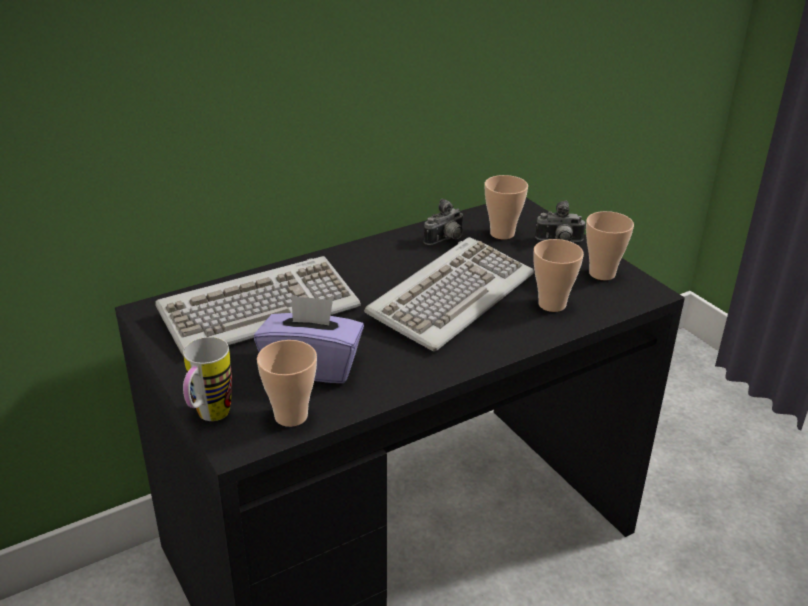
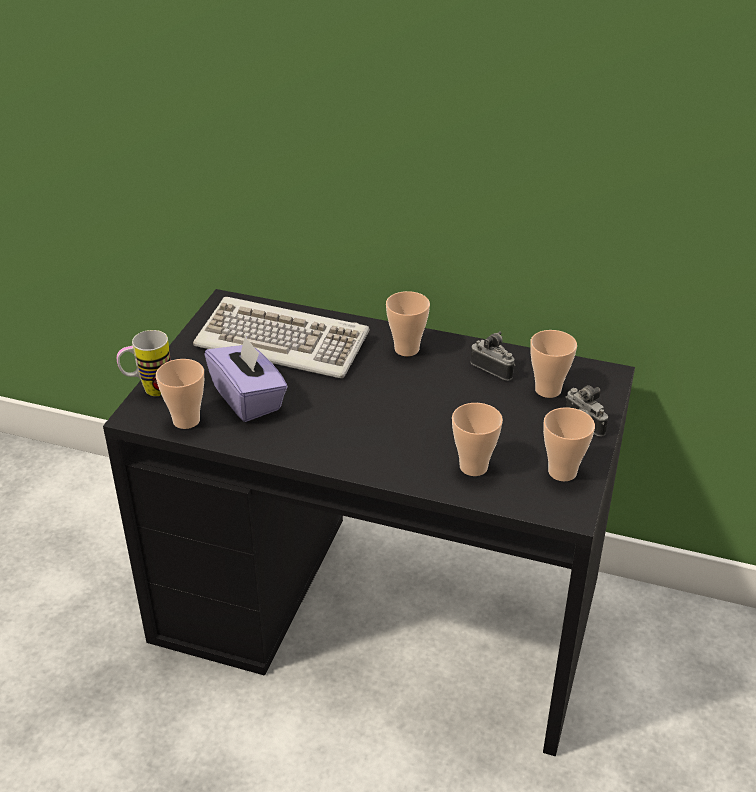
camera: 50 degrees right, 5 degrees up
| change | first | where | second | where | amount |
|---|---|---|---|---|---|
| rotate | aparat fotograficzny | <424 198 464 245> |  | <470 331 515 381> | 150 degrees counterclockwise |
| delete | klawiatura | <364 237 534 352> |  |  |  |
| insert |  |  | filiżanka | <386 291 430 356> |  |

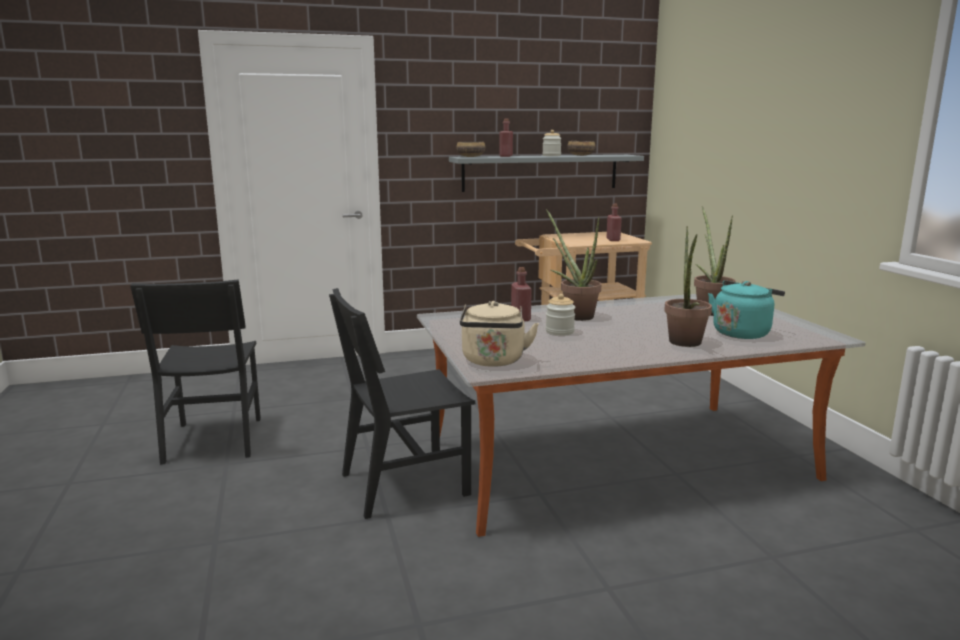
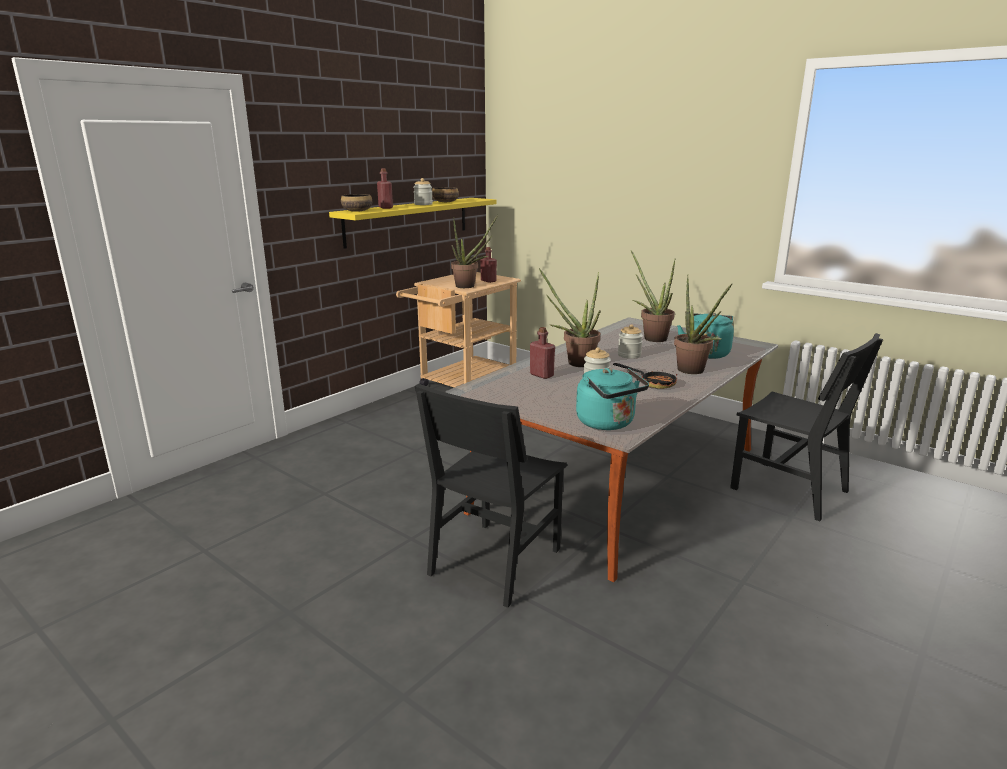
camera: 35 degrees left, 5 degrees up
| change | first | where | second | where | amount |
|---|---|---|---|---|---|
| recolor | półka [szary] | <449 155 644 192> | półka [żółty] | <329 198 496 249> |  |
| move | krzesło [czarny] | <130 279 261 465> |  | <730 333 883 521> |  |
| recolor | czajnik [beżowy] | <460 301 539 367> | czajnik [turkusowy] | <576 368 649 430> |  |
| insert |  |  | roślina doniczkowa | <451 215 498 288> |  |
| insert |  |  | słoik | <618 324 643 359> |  |
| insert |  |  | patelnia | <613 363 677 389> |  |

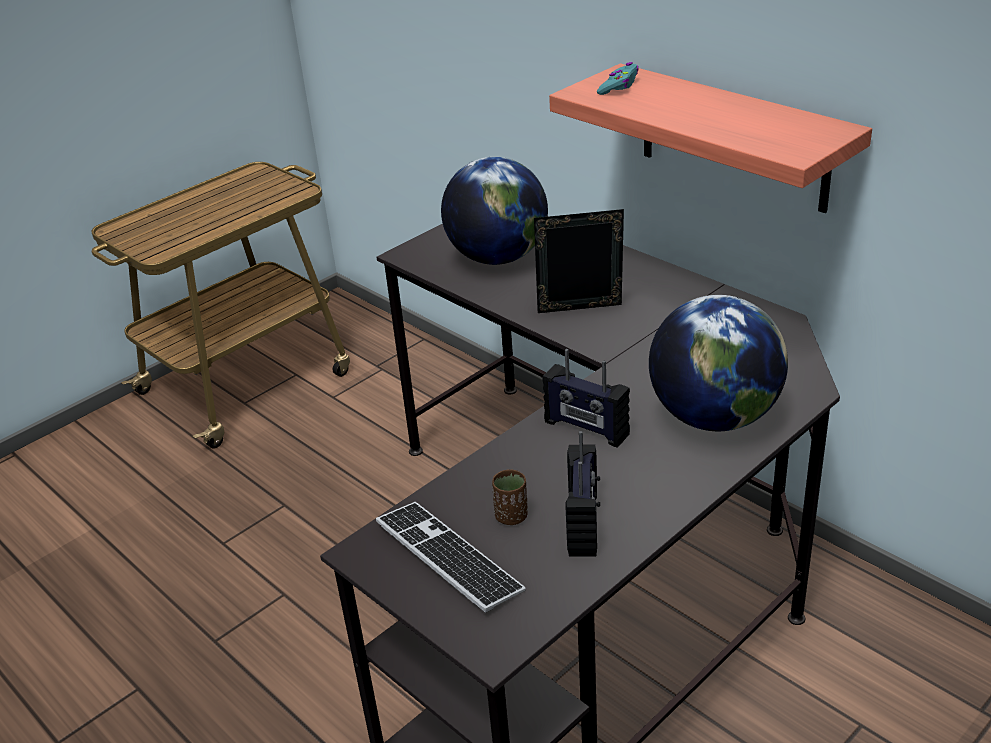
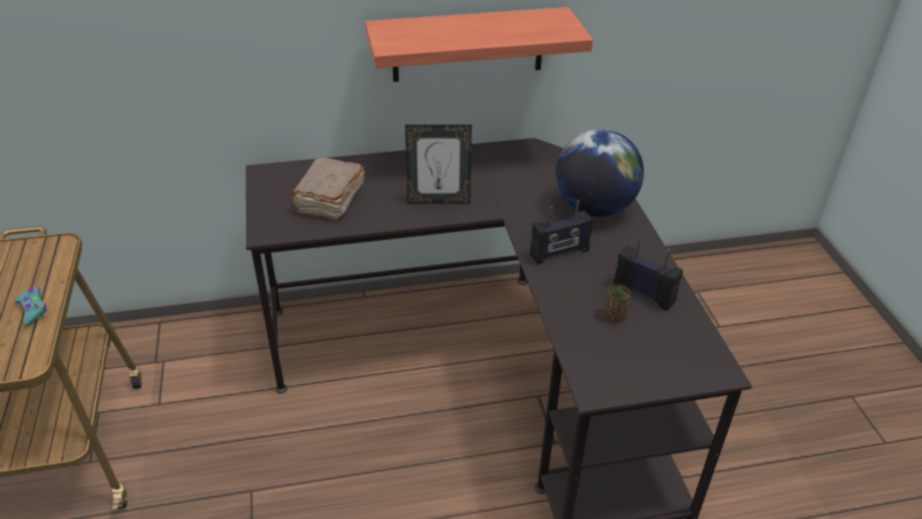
camera: 60 degrees left, 5 degrees up
| change | first | where | second | where | amount |
|---|---|---|---|---|---|
| move | pad do gier [turkusowy] | <597 62 639 95> |  | <14 287 47 326> |  |
| replace | globus | <441 157 548 265> | książka [brązowy] | <292 158 364 221> |  |
| rotate | ramka na zdjęcie | <534 209 624 313> |  | <405 125 472 204> | 120 degrees counterclockwise |
| delete | klawiatura | <376 502 526 613> |  |  |  |

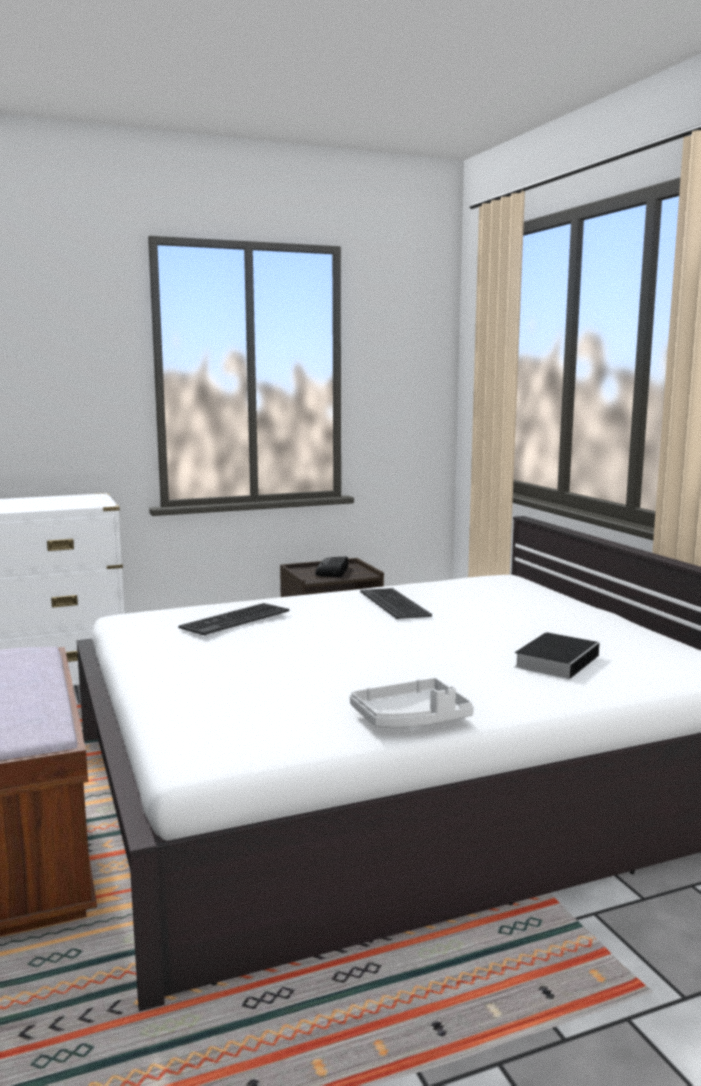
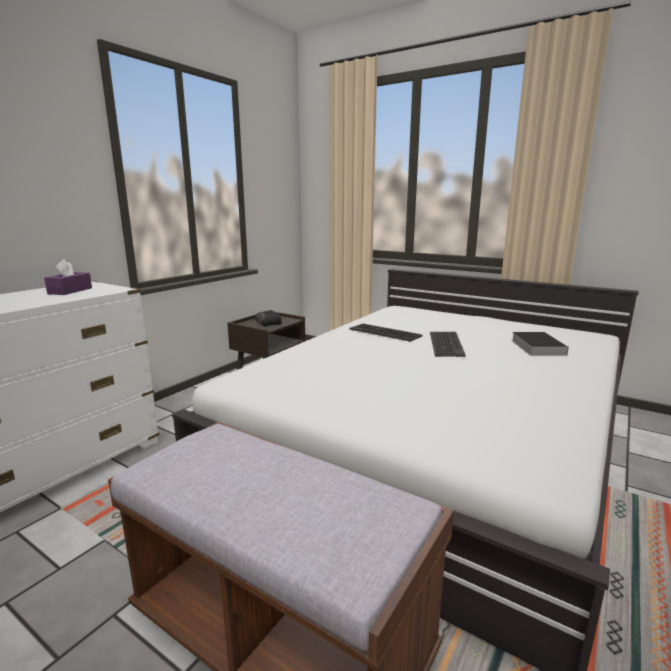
camera: 35 degrees left, 5 degrees up
| change | first | where | second | where | amount |
|---|---|---|---|---|---|
| move | klawiatura | <178 603 289 635> |  | <430 332 466 357> |  |
| delete | taca [szary] | <350 678 474 728> |  |  |  |
| insert |  |  | pudełko chusteczek [fioletowy] | <44 259 92 295> |  |

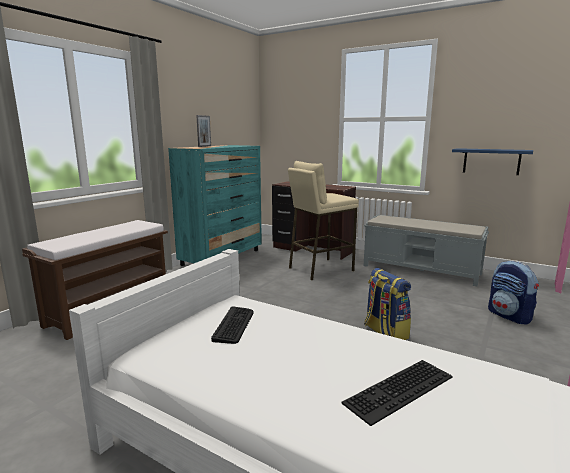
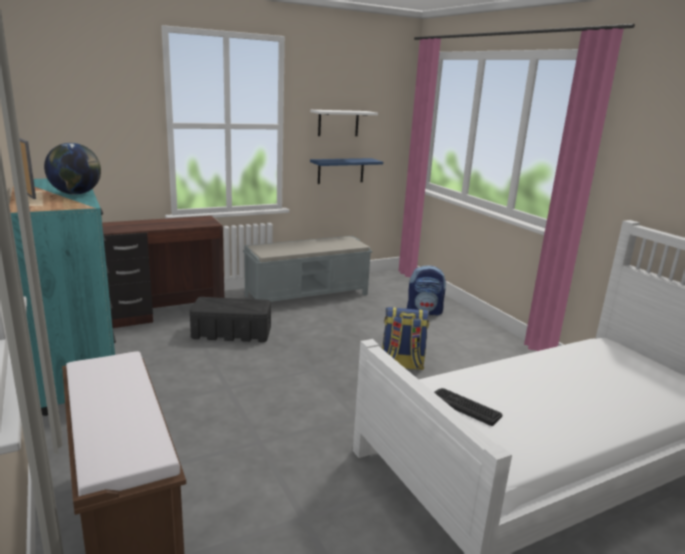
camera: 60 degrees left, 5 degrees up
| change | first | where | second | where | amount |
|---|---|---|---|---|---|
| replace | stołek [beżowy] | <288 161 359 281> | pojemnik do przechowywania [czarny] | <190 297 271 342> |  |
| delete | klawiatura | <341 360 453 426> |  |  |  |
| insert |  |  | półka [biały] | <310 110 378 136> |  |
| insert |  |  | globus | <44 143 101 195> |  |

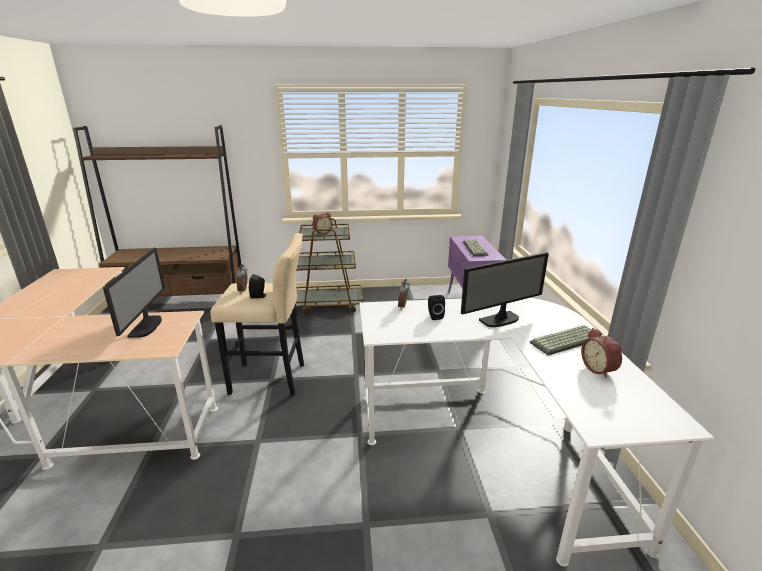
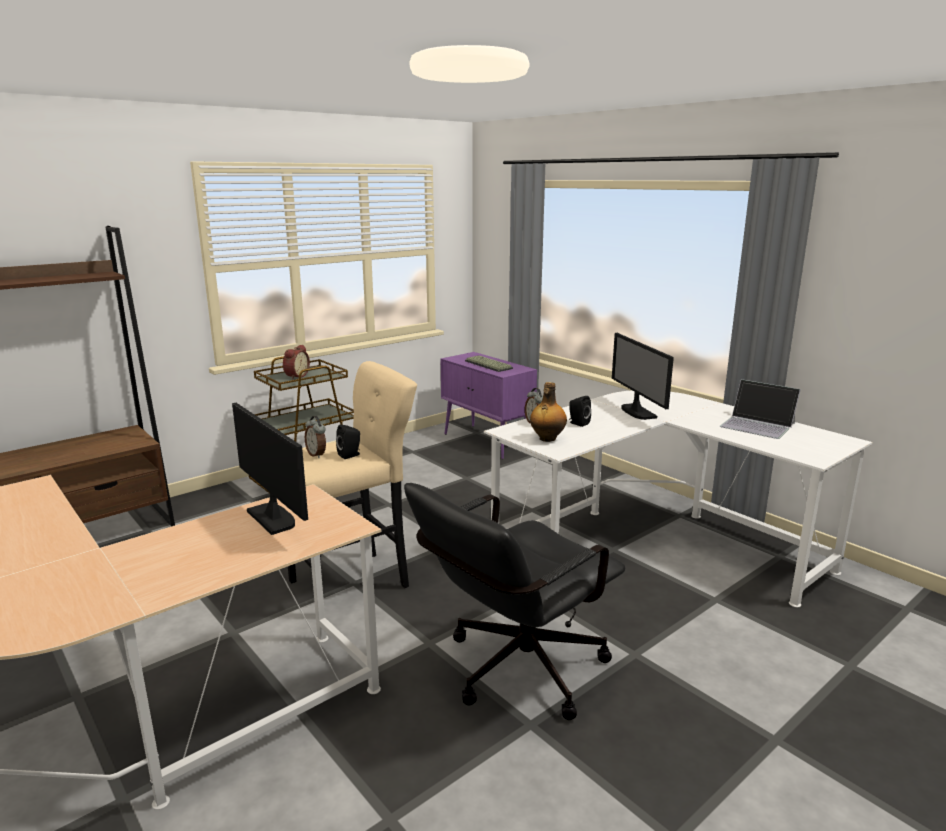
camera: 35 degrees left, 5 degrees down
| change | first | where | second | where | amount |
|---|---|---|---|---|---|
| rotate | monitor | <461 252 549 327> |  | <612 333 674 420> | 135 degrees clockwise |
| delete | klawiatura | <530 325 602 355> |  |  |  |
| replace | budzik | <581 328 622 378> | laptop | <719 379 801 439> |  |
| insert |  |  | butelka | <530 382 567 442> |  |
| insert |  |  | krzesło biurowe [czarny] | <404 483 625 720> |  |

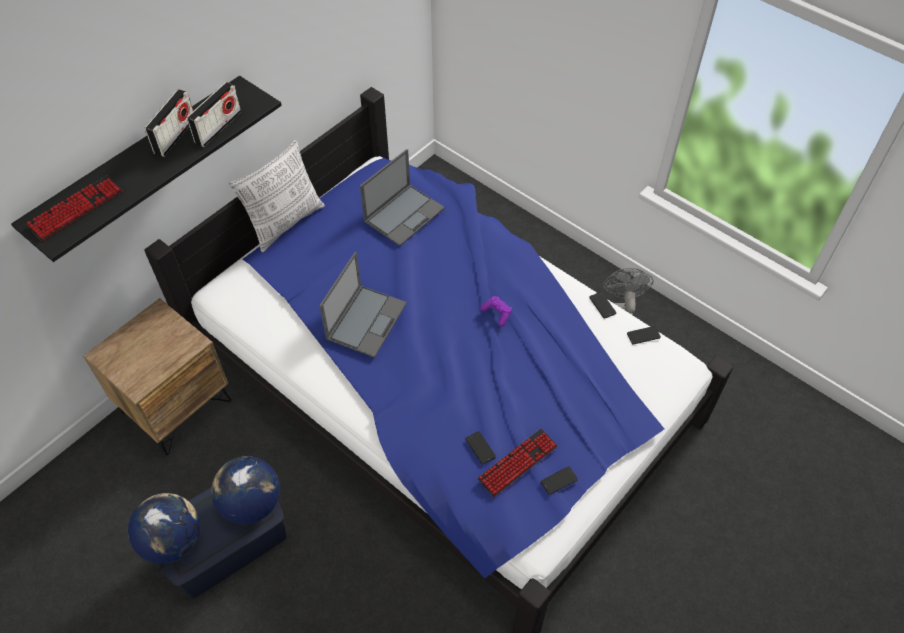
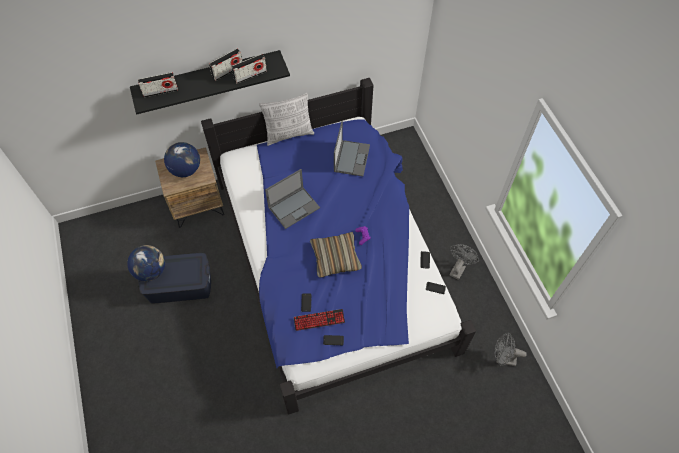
camera: 30 degrees right, 5 degrees up
| change | first | where | second | where | amount |
|---|---|---|---|---|---|
| rotate | laptop | <360 149 445 246> |  | <334 121 370 176> | 60 degrees counterclockwise |
| replace | klawiatura | <26 176 123 241> | radio | <138 72 178 98> |  |
| move | globus | <211 456 280 524> |  | <164 142 200 177> |  |
| insert |  |  | poduszka | <310 232 362 278> |  |
| insert |  |  | wentylator [szary] | <495 332 527 366> |  |

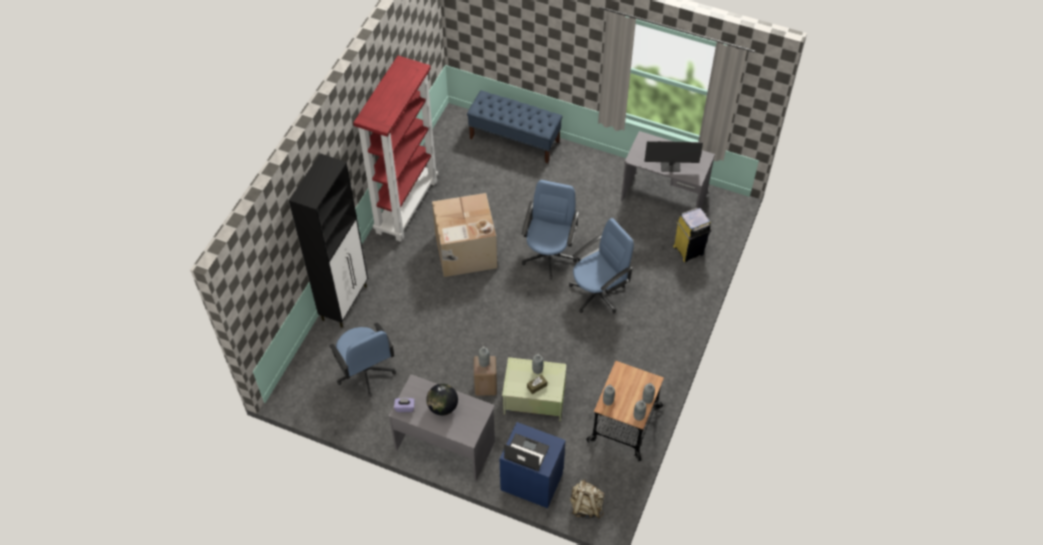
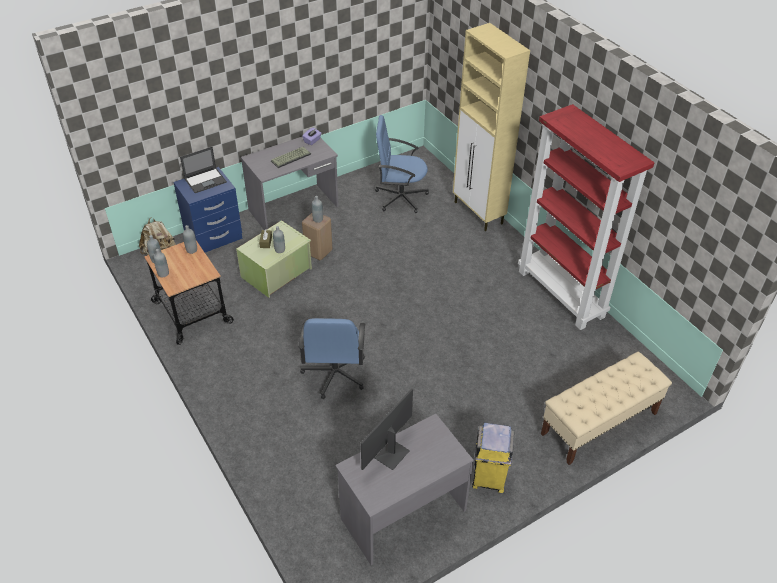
camera: 125 degrees right, 10 degrees down
| change | first | where | second | where | amount |
|---|---|---|---|---|---|
| recolor | ławka [niebieski] | <467 90 563 163> | ławka [beżowy] | <541 352 672 465> |  |
| recolor | szafka [czarny] | <289 153 368 328> | szafka [beżowy] | <453 23 530 231> |  |
| delete | krzesło biurowe [niebieski] | <521 180 579 279> |  |  |  |
| delete | karton | <432 193 497 277> |  |  |  |
| move | kosz na śmieci [żółty] | <673 207 711 262> |  | <472 423 514 493> |  |
| replace | globus | <426 384 458 416> | klawiatura | <271 147 311 168> |  |

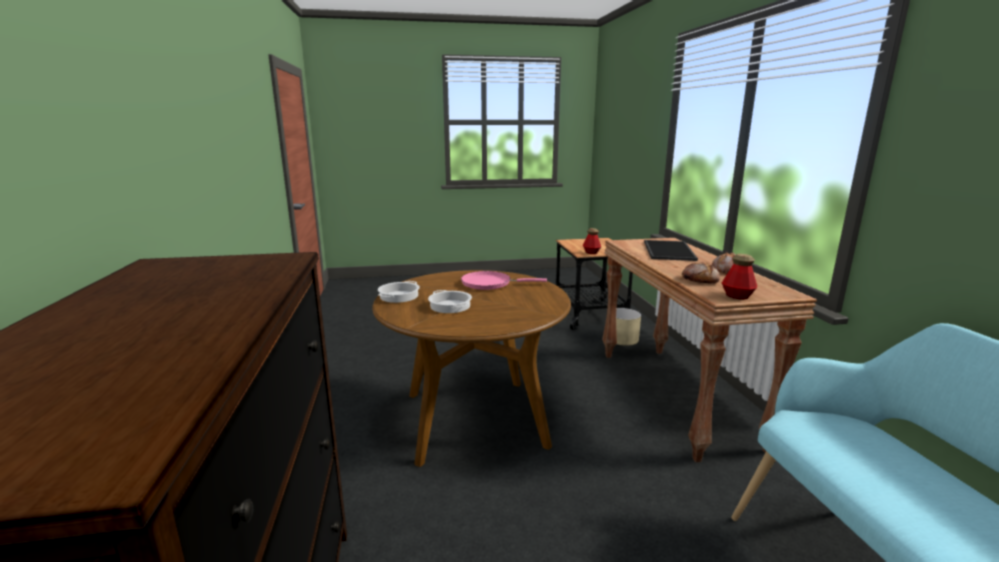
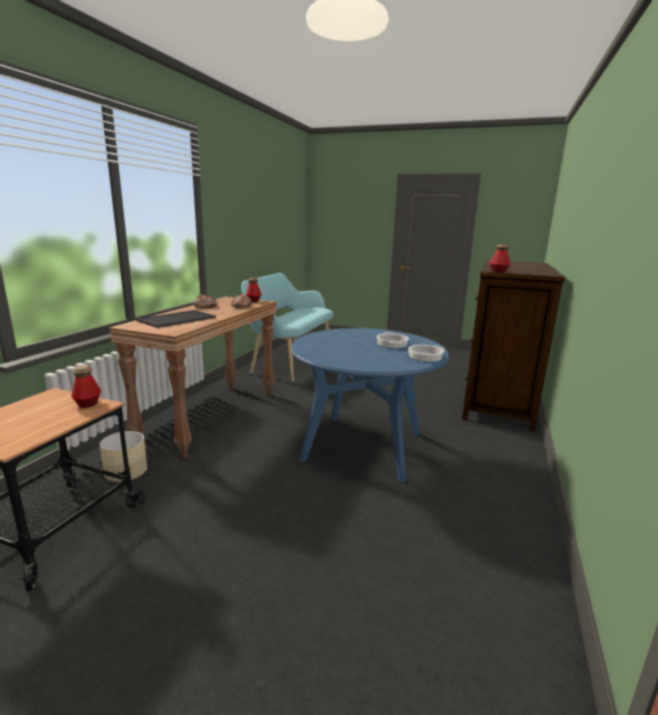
camera: 150 degrees left, 0 degrees up
| change | first | where | second | where | amount |
|---|---|---|---|---|---|
| recolor | stół jadalny [brązowy] | <372 270 571 467> | stół jadalny [niebieski] | <291 328 449 483> |  |
| delete | patelnia [różowy] | <461 271 547 290> |  |  |  |
| insert |  |  | butelka | <489 244 511 273> |  |

